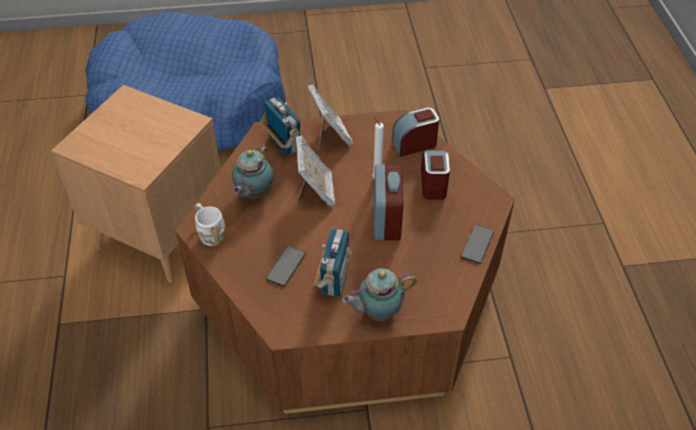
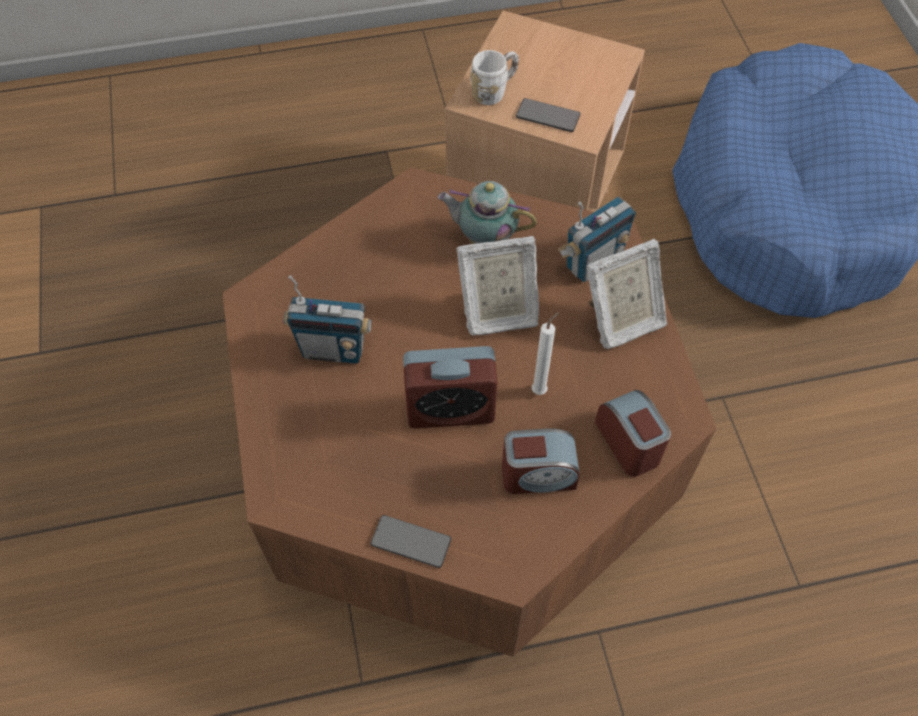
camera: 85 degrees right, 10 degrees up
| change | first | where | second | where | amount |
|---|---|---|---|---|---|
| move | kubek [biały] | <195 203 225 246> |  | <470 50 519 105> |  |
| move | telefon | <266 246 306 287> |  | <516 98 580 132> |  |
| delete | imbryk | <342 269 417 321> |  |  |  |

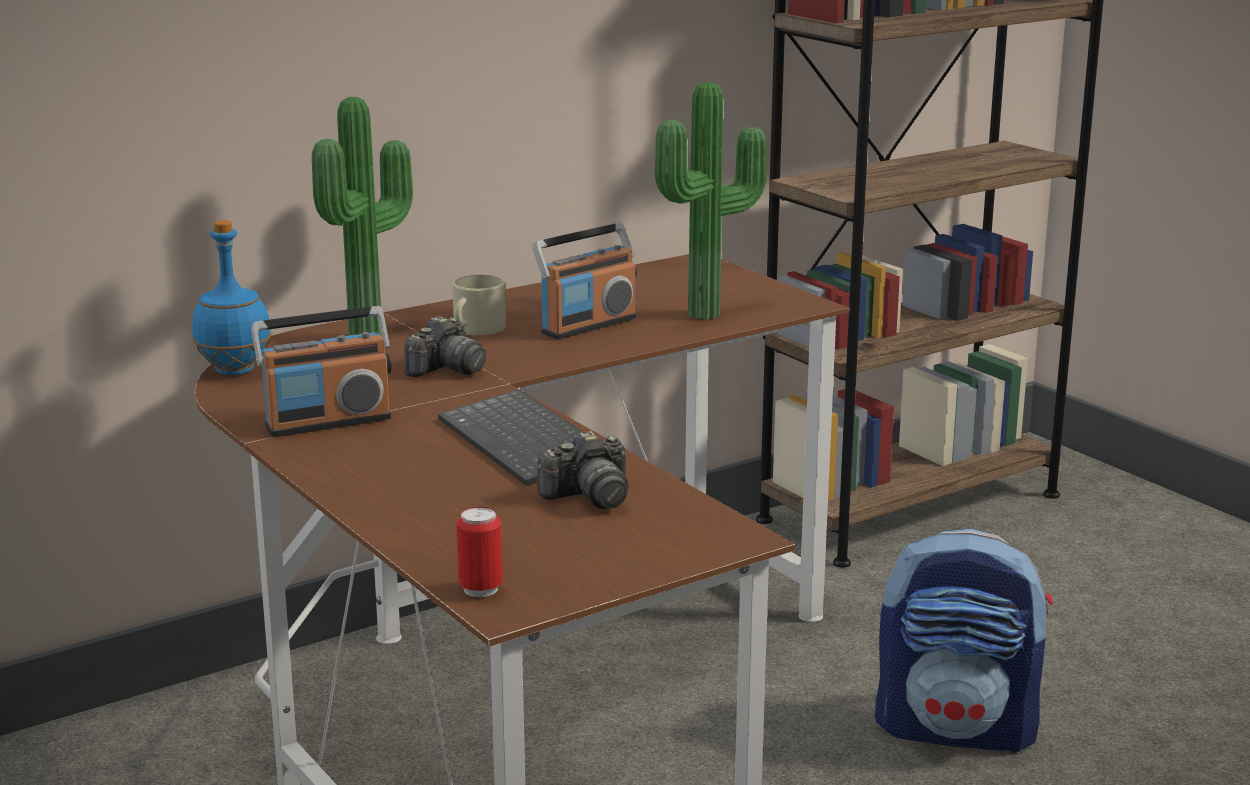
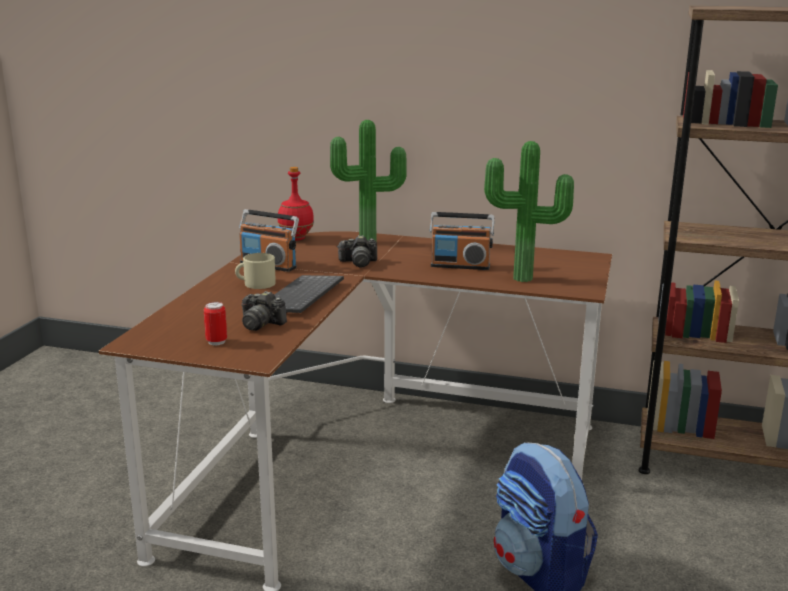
camera: 50 degrees right, 0 degrees up
| change | first | where | second | where | amount |
|---|---|---|---|---|---|
| recolor | butelka [niebieski] | <192 220 272 375> | butelka [czerwony] | <277 167 314 240> |  |
| move | kubek [beżowy] | <452 275 506 335> |  | <235 253 276 289> |  |
| move | puszka | <457 507 503 597> |  | <204 302 227 345> |  |

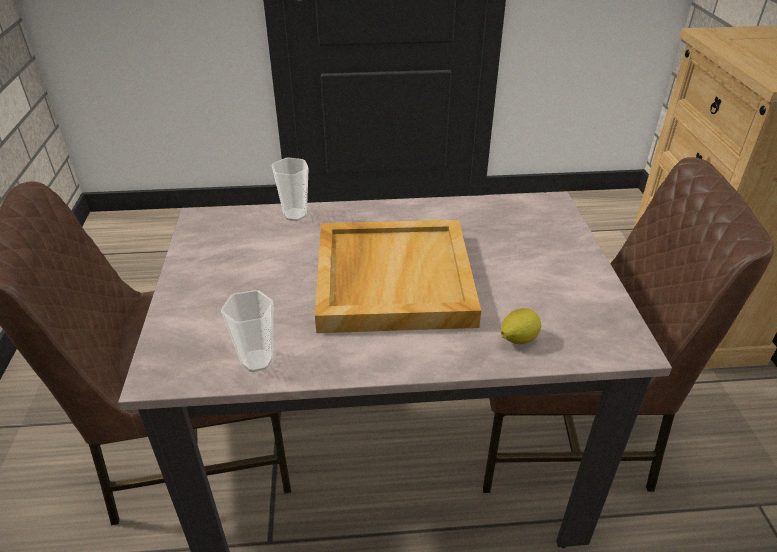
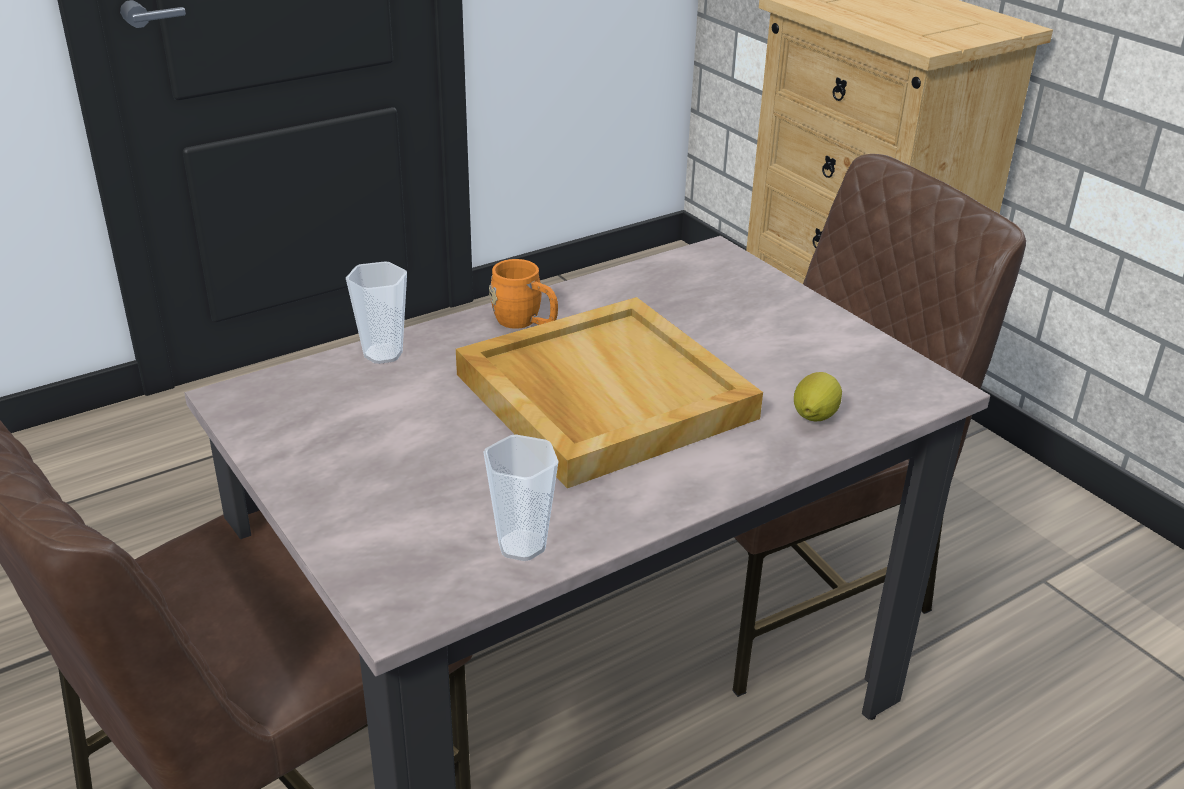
camera: 30 degrees left, 5 degrees down
| change | first | where | second | where | amount |
|---|---|---|---|---|---|
| insert |  |  | kubek [pomarańczowy] | <489 259 558 329> |  |

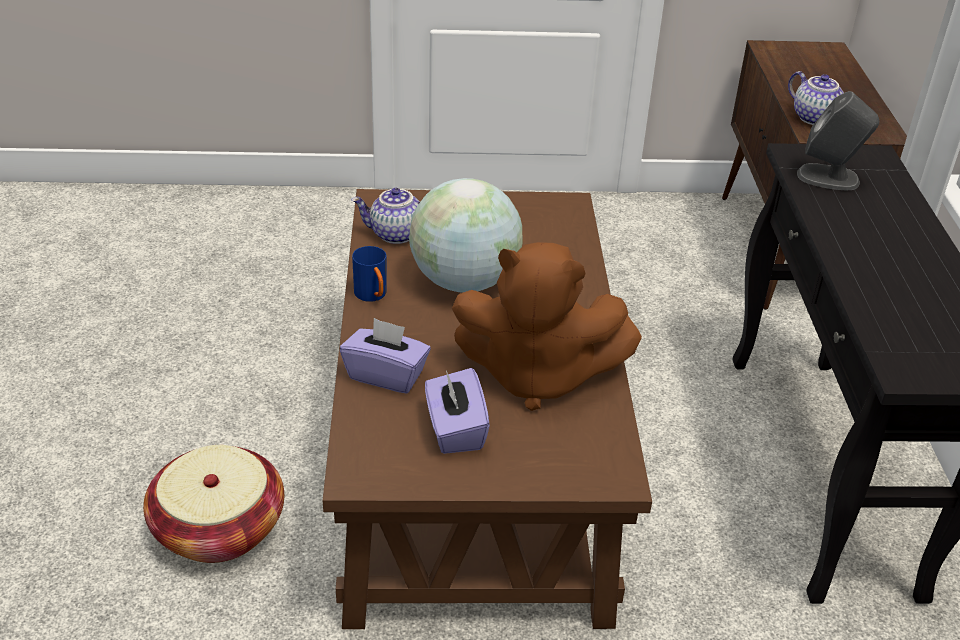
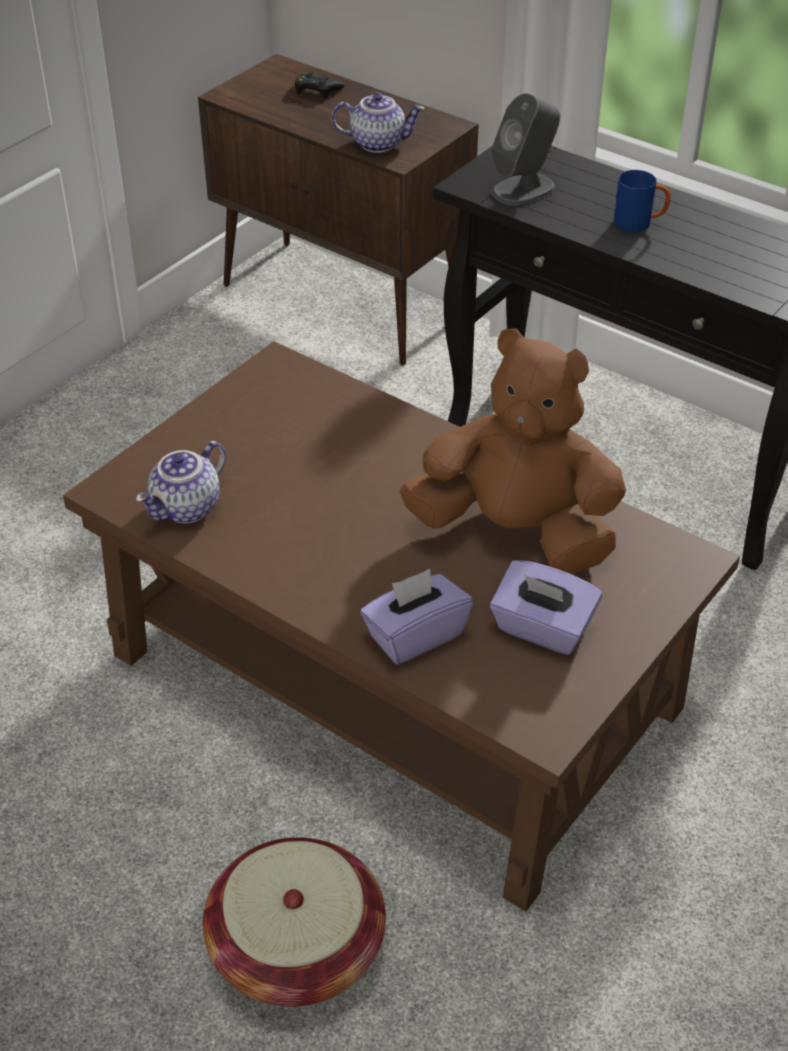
camera: 50 degrees left, 5 degrees up
| change | first | where | second | where | amount |
|---|---|---|---|---|---|
| delete | globus | <409 178 522 292> |  |  |  |
| rotate | pluszak [brązowy] | <452 242 642 411> |  | <400 328 626 573> | 120 degrees counterclockwise |
| move | kubek [niebieski] | <352 246 386 302> |  | <614 170 671 232> |  |
| insert |  |  | pad do gier [czarny] | <295 71 345 99> |  |

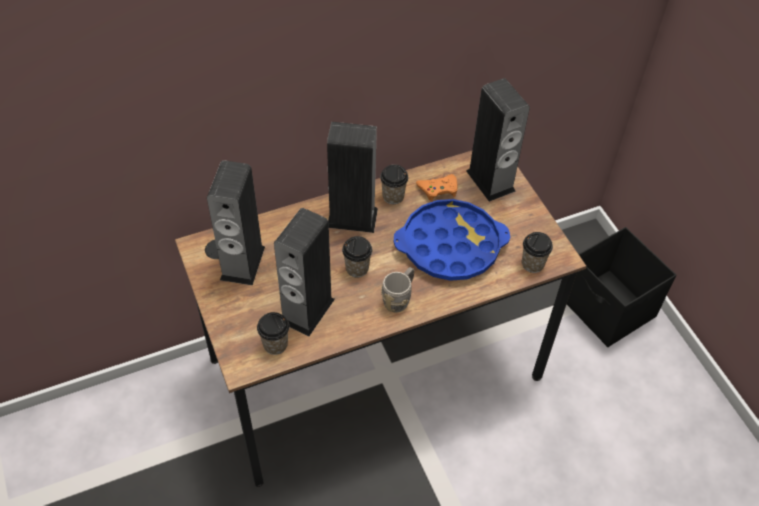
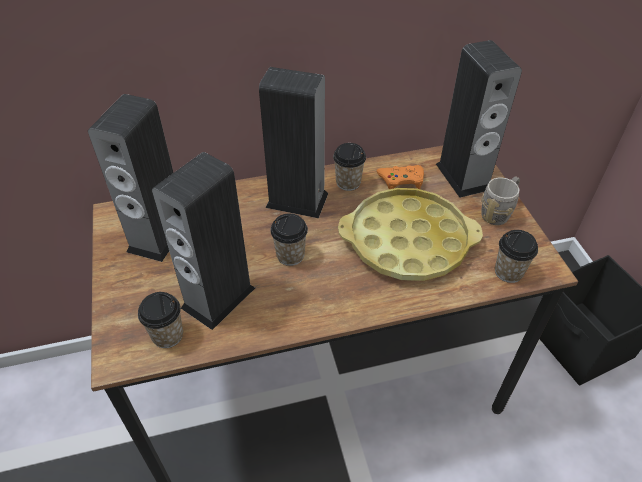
camera: 10 degrees right, 5 degrees down
| change | first | where | second | where | amount |
|---|---|---|---|---|---|
| recolor | taca [niebieski] | <394 199 510 281> | taca [żółty] | <338 188 483 281> |  |
| move | kubek [szary] | <381 267 414 313> |  | <481 176 520 225> |  |

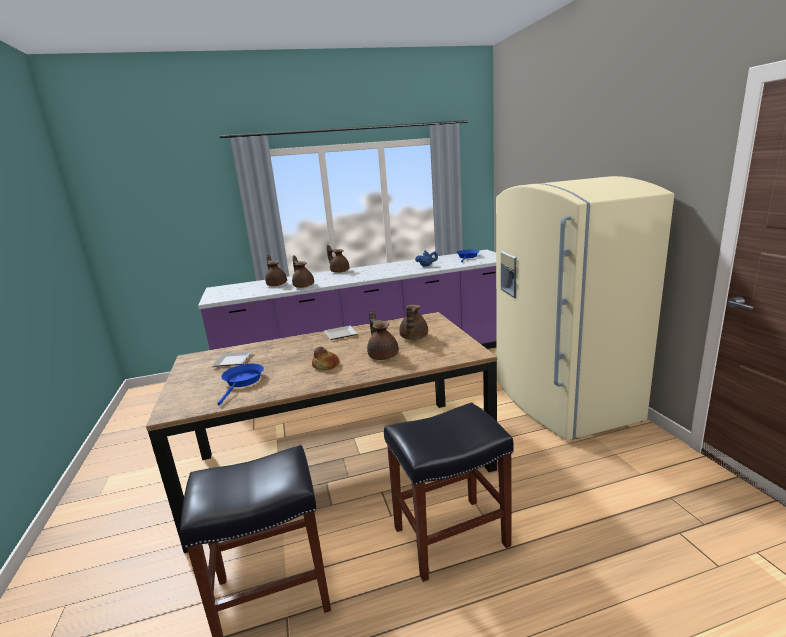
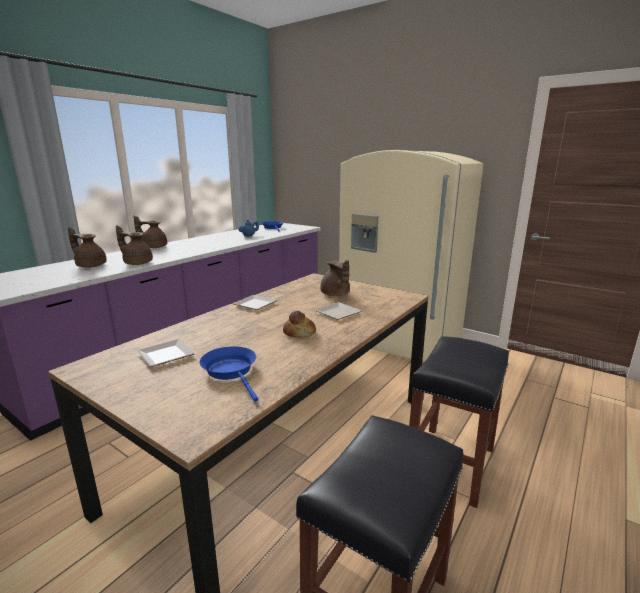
camera: 40 degrees left, 0 degrees up
| change | first | where | second | where | amount |
|---|---|---|---|---|---|
| replace | imbryk [brązowy] | <367 310 399 360> | talerz | <315 302 362 320> |  |

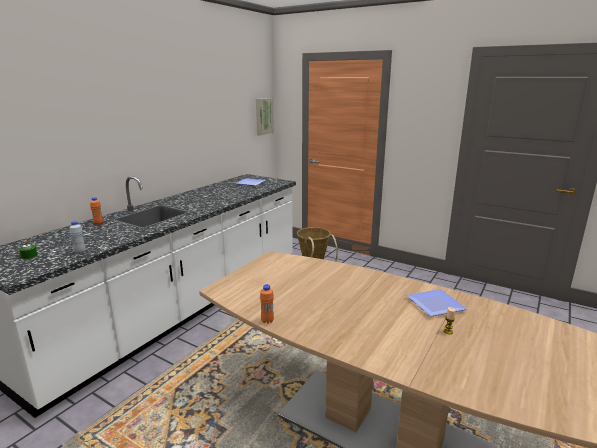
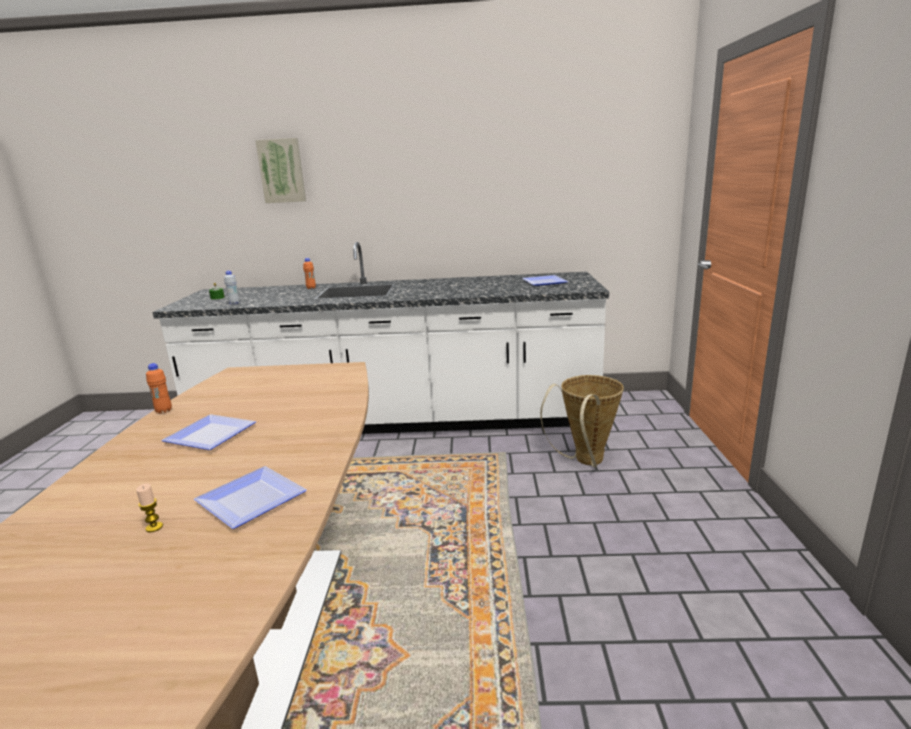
camera: 60 degrees right, 0 degrees up
| change | first | where | second | where | amount |
|---|---|---|---|---|---|
| move | obraz | <256 98 273 135> |  | <255 138 306 203> |  |
| insert |  |  | talerz | <161 414 256 450> |  |

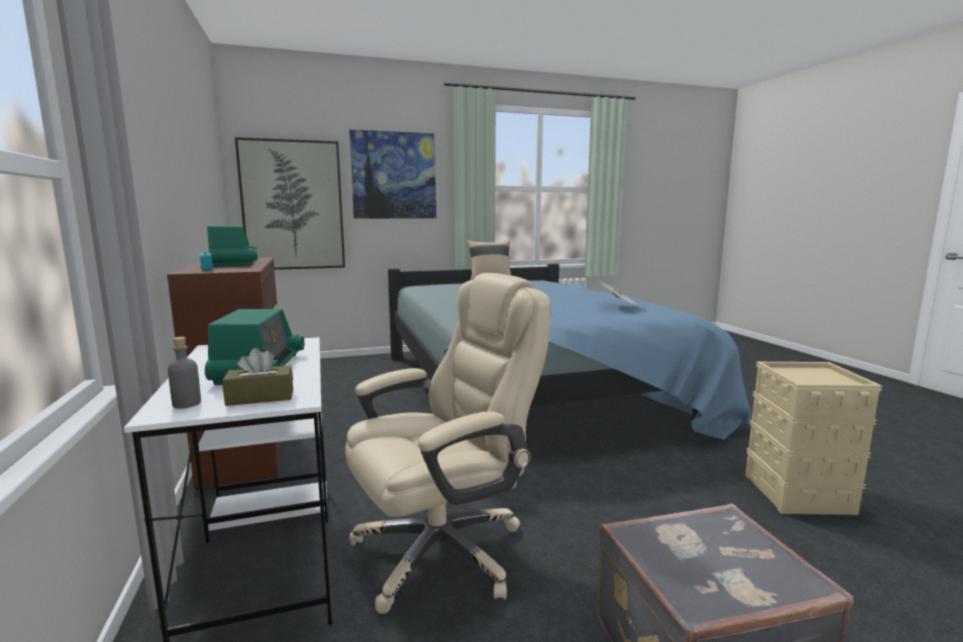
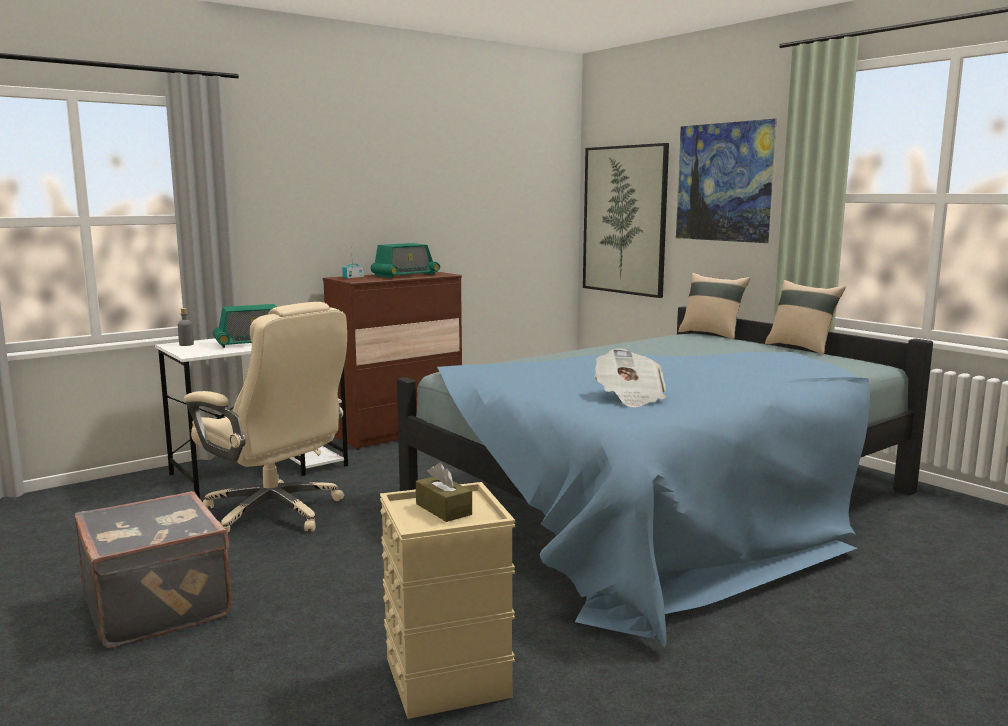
camera: 70 degrees right, 0 degrees up
| change | first | where | second | where | amount |
|---|---|---|---|---|---|
| move | pudełko chusteczek [brązowy] | <222 348 293 406> |  | <416 462 472 522> |  |
| insert |  |  | poduszka [beżowy] | <678 273 750 340> |  |

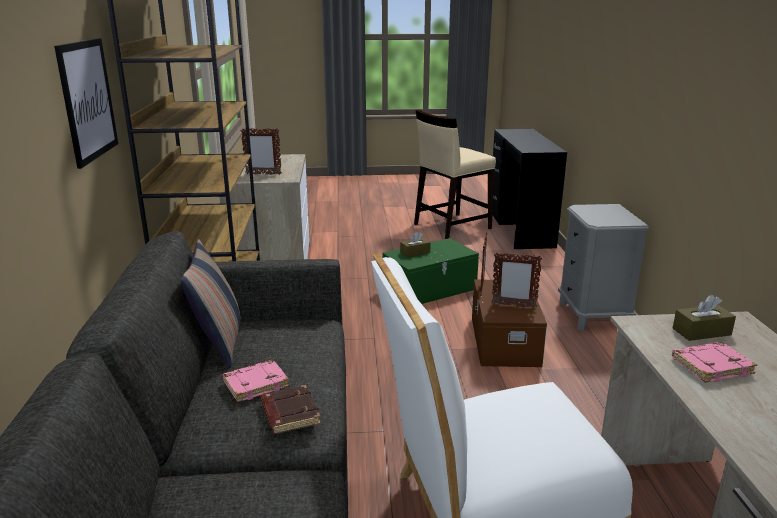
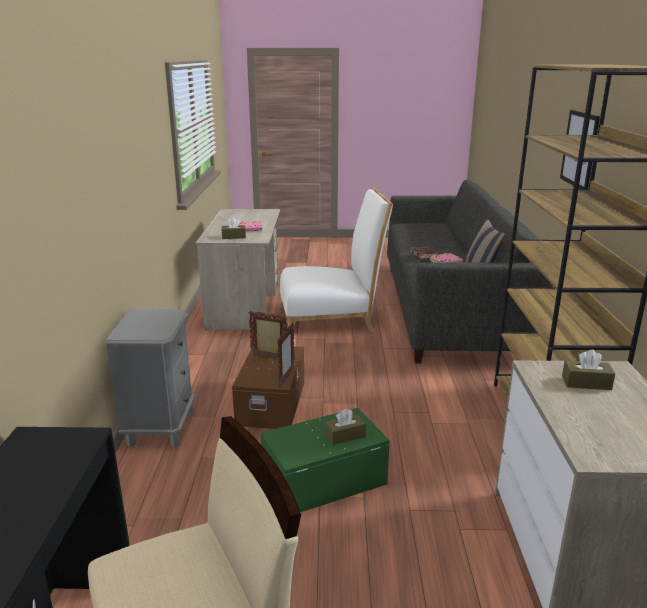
camera: 175 degrees left, 0 degrees up
| change | first | where | second | where | amount |
|---|---|---|---|---|---|
| replace | ramka na zdjęcie | <241 128 282 175> | pudełko chusteczek [brązowy] | <562 350 615 390> |  |

